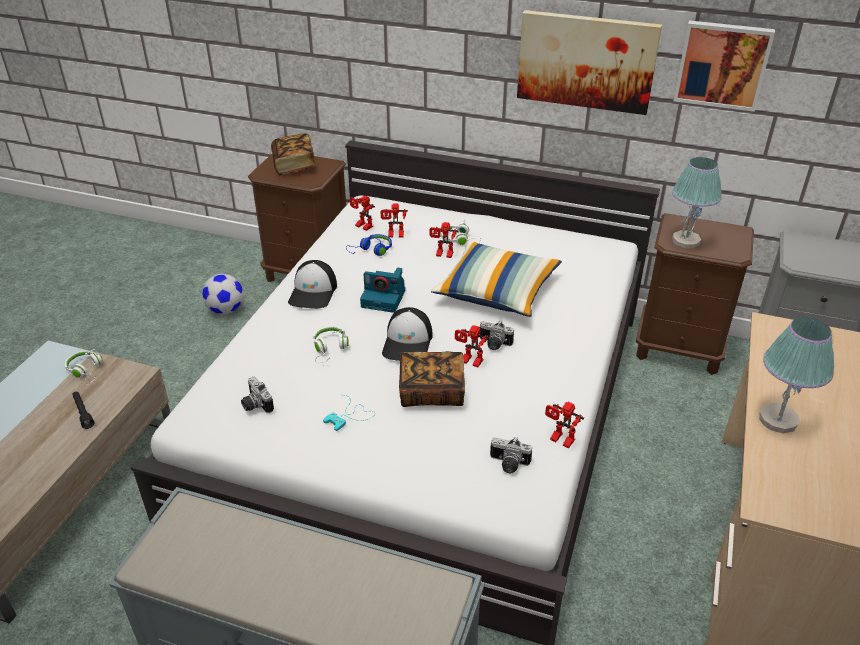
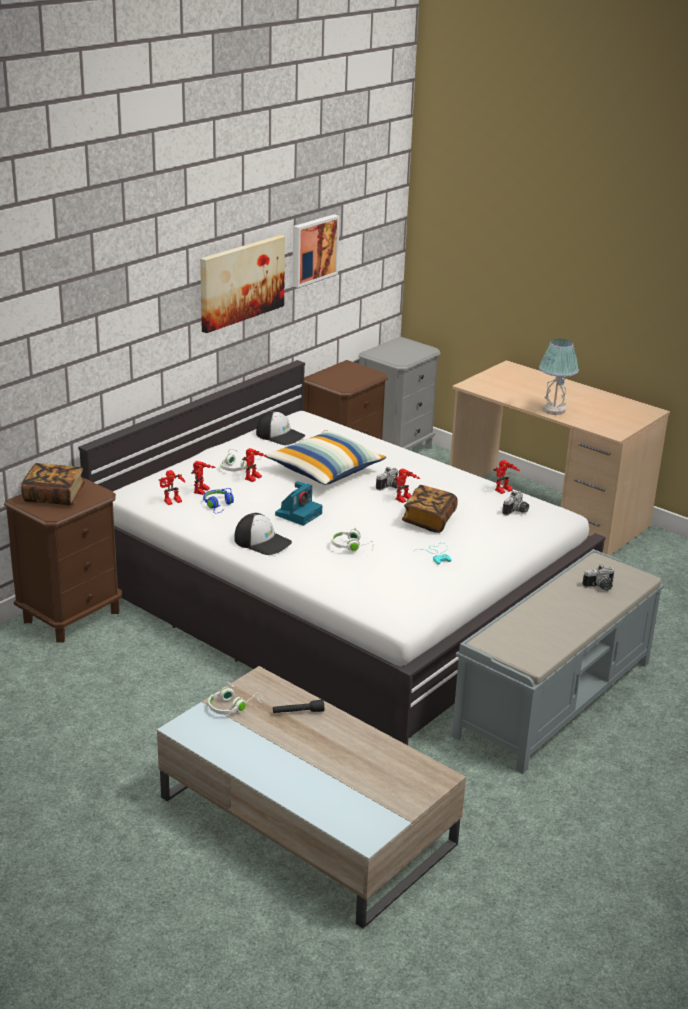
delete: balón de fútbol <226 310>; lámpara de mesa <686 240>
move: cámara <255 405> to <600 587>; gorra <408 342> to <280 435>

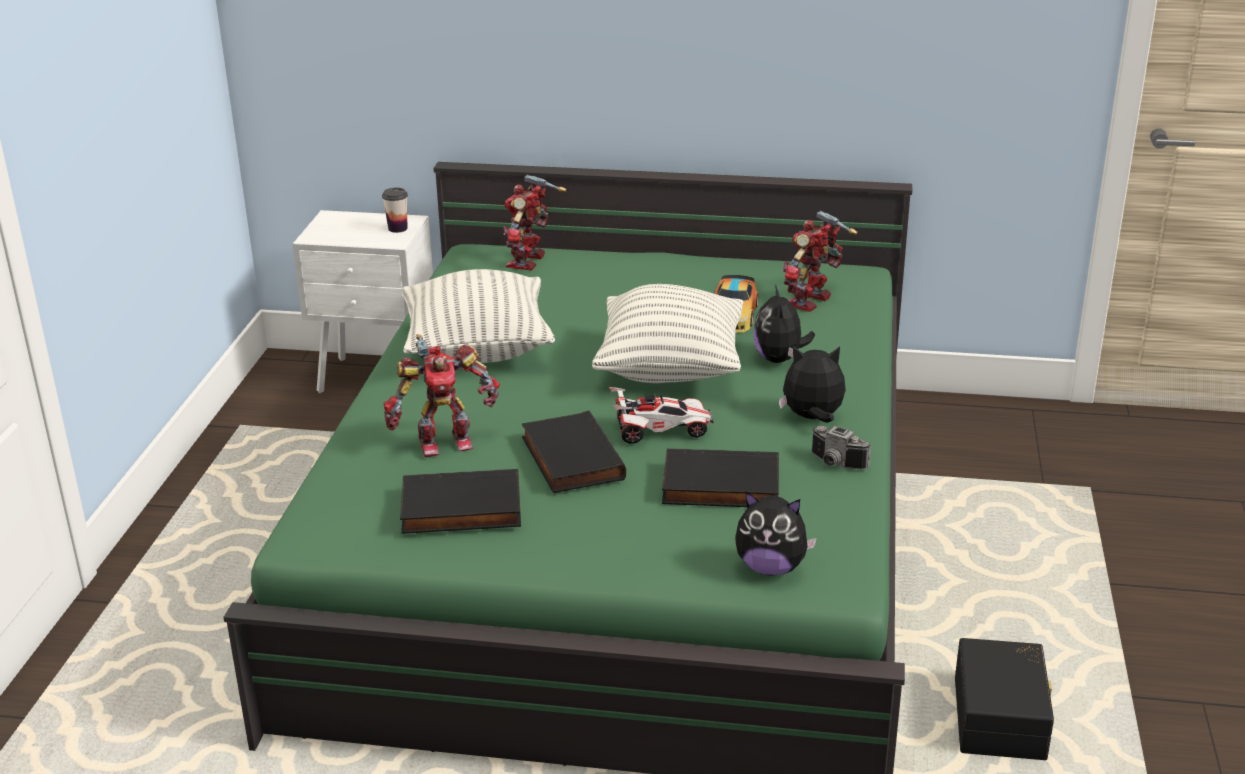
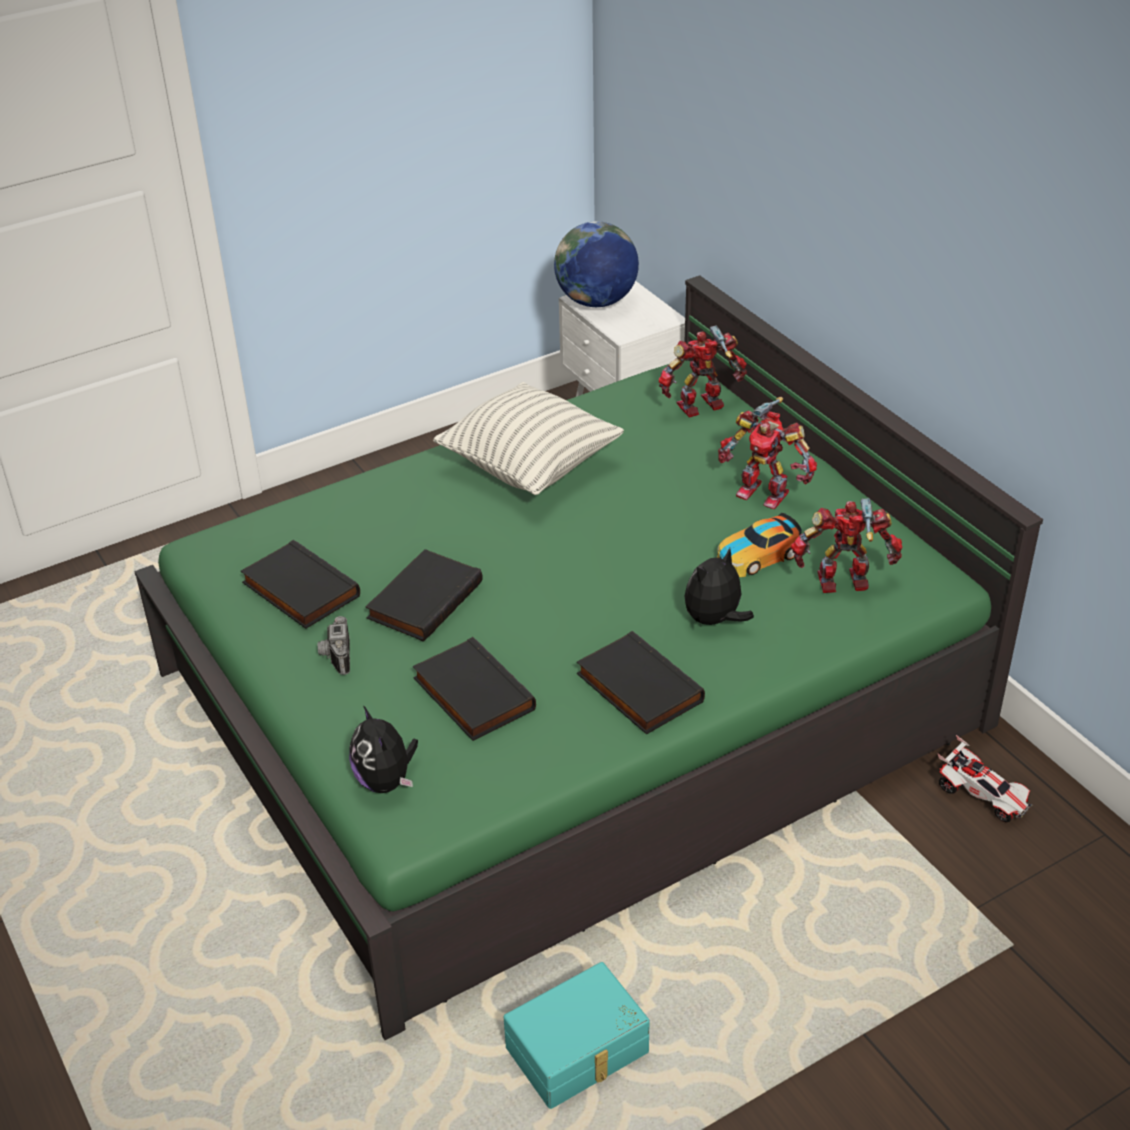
delete: taza <397 228>; cojín <670 369>
insert: globo terráqueo <596 301>
move: robot de juguete <444 441> to <764 492>; coche de juguete <661 431> to <982 795>; cámara <835 464> to <334 656>
replace: peluche <812 418> to libro [negro] <636 688>
recolor: caja de almacenaje [negro] <1002 718> to caja de almacenaje [turquesa] <579 1052>

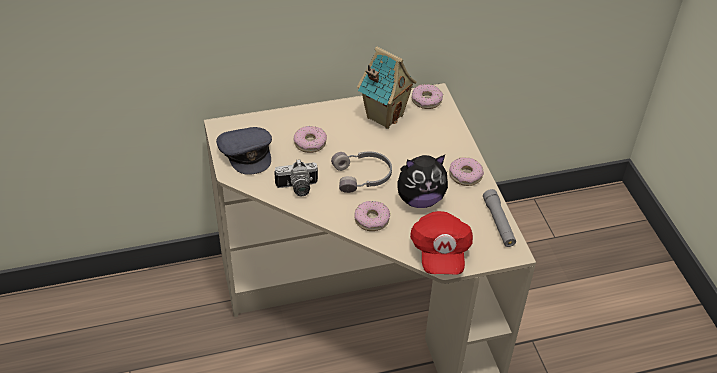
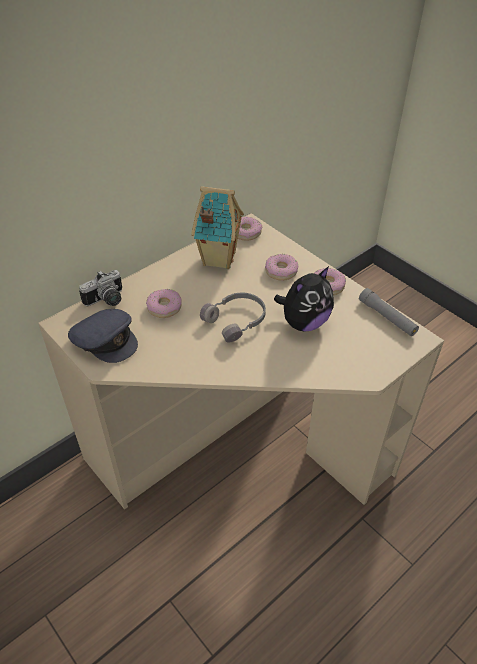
delete: gorra [rojo] <440 253>
move: cámara <297 188> to <107 300>; rosquilla <371 219> to <281 271>

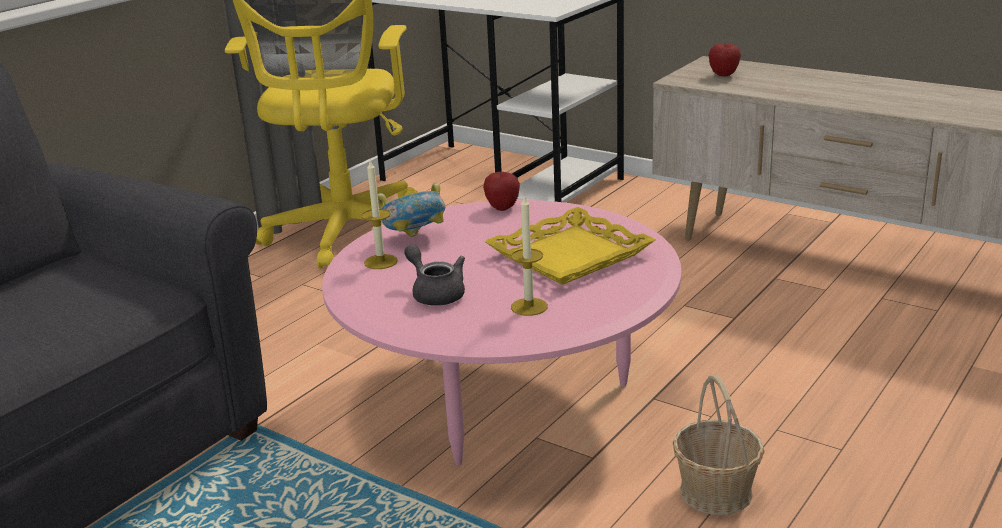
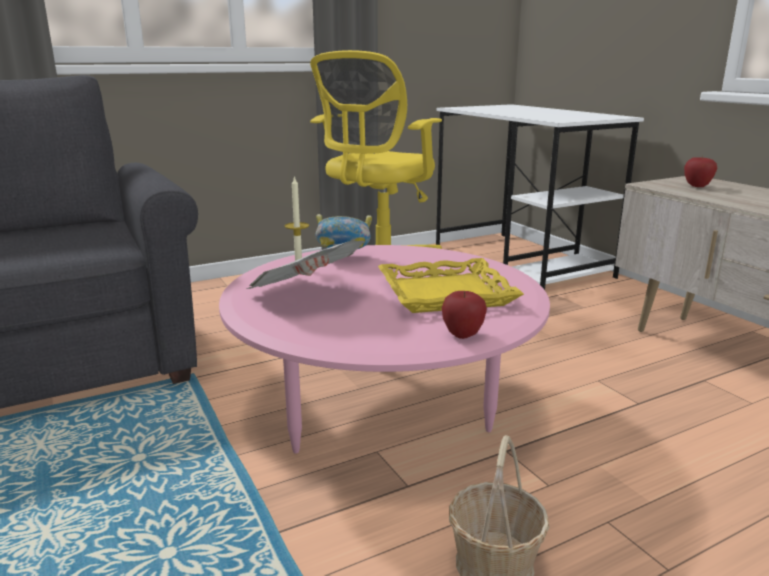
delete: vela <529 307>
move: manzana <502 208> to <462 335>
replace: tetera [gris] <435 293> to periódico <306 296>

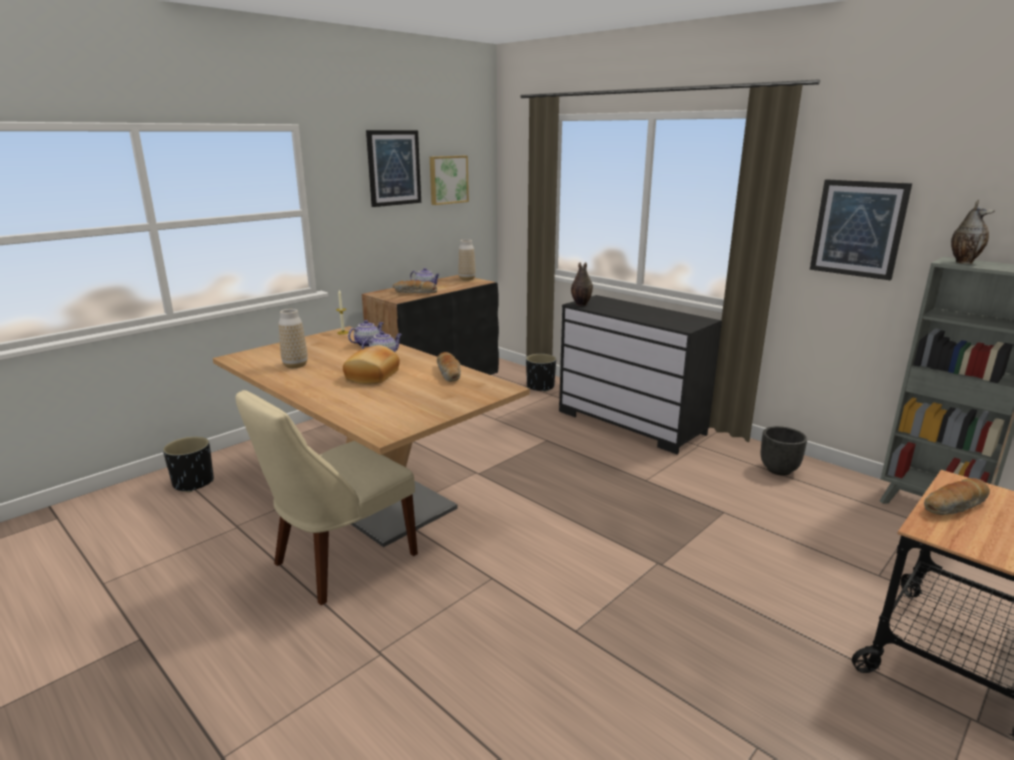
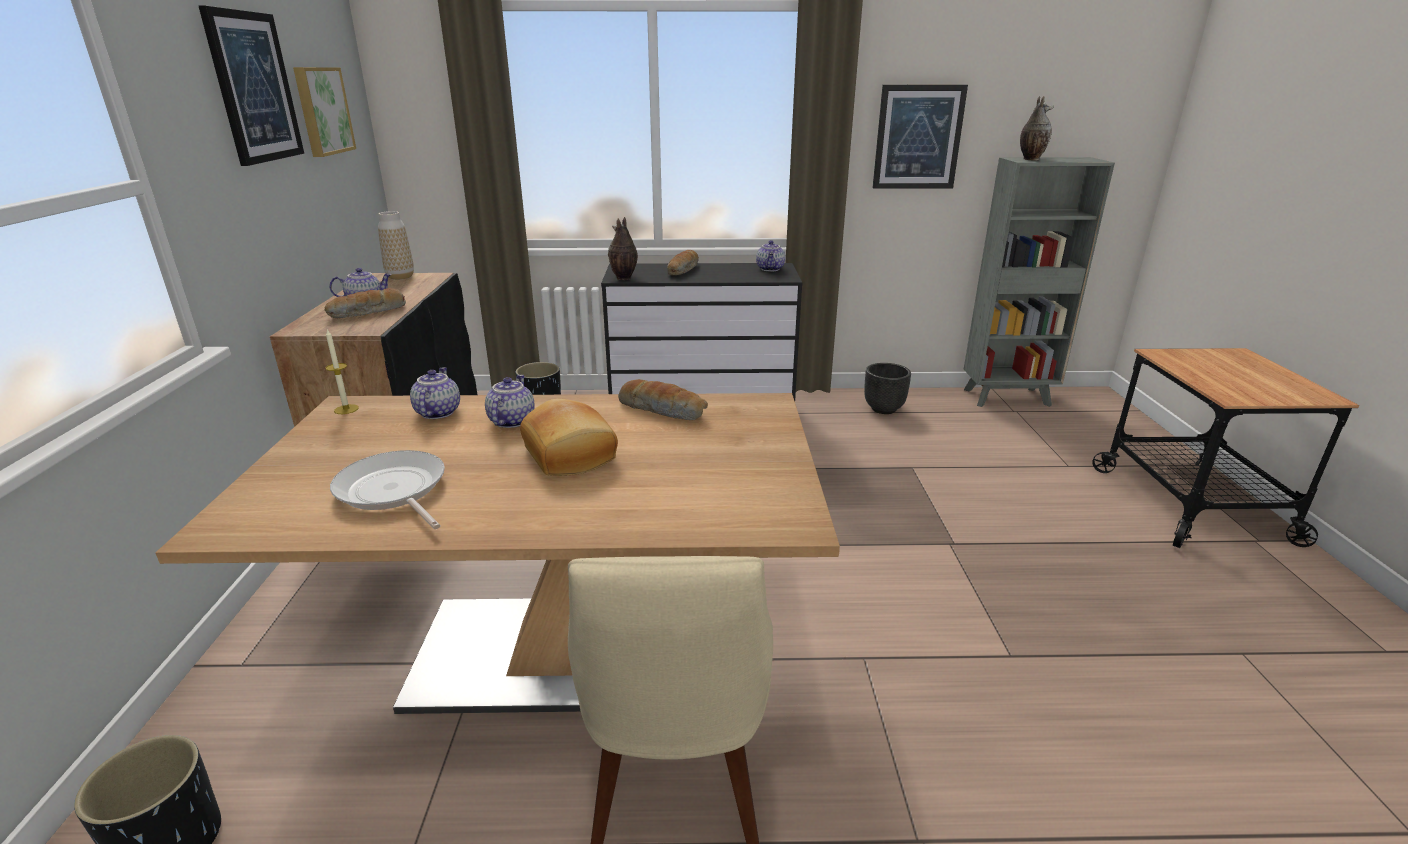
insert: tetera <771 269>
move: pan <955 506> to <683 270>
replace: florero <295 365> to sartén <393 491>

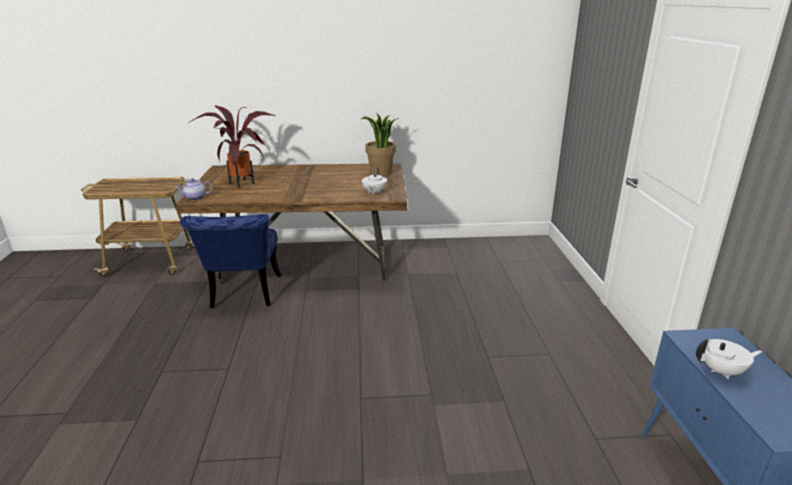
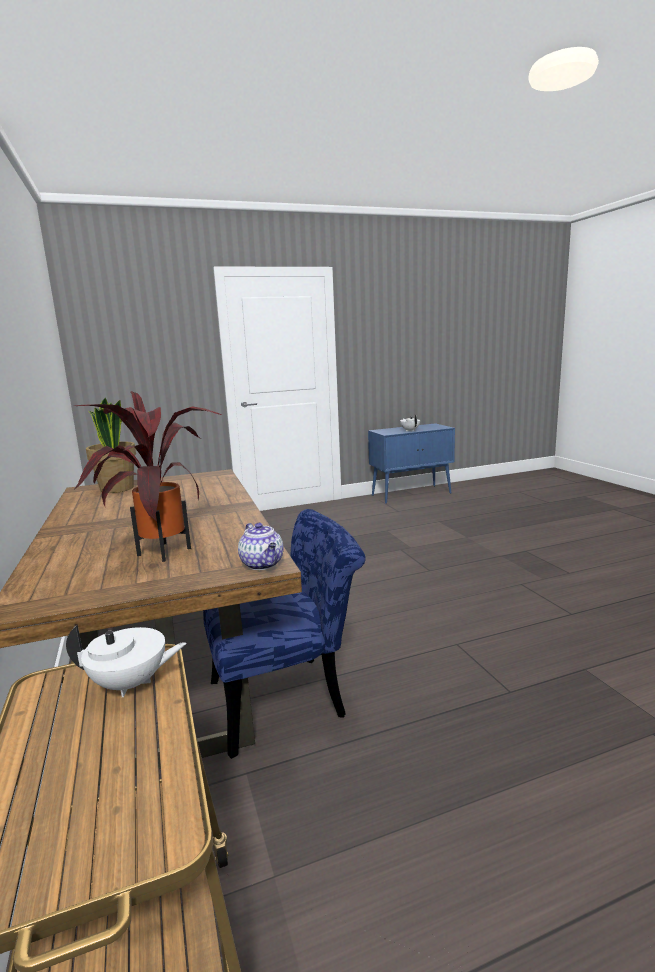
move: tetera [blanco] <374 192> to <131 684>

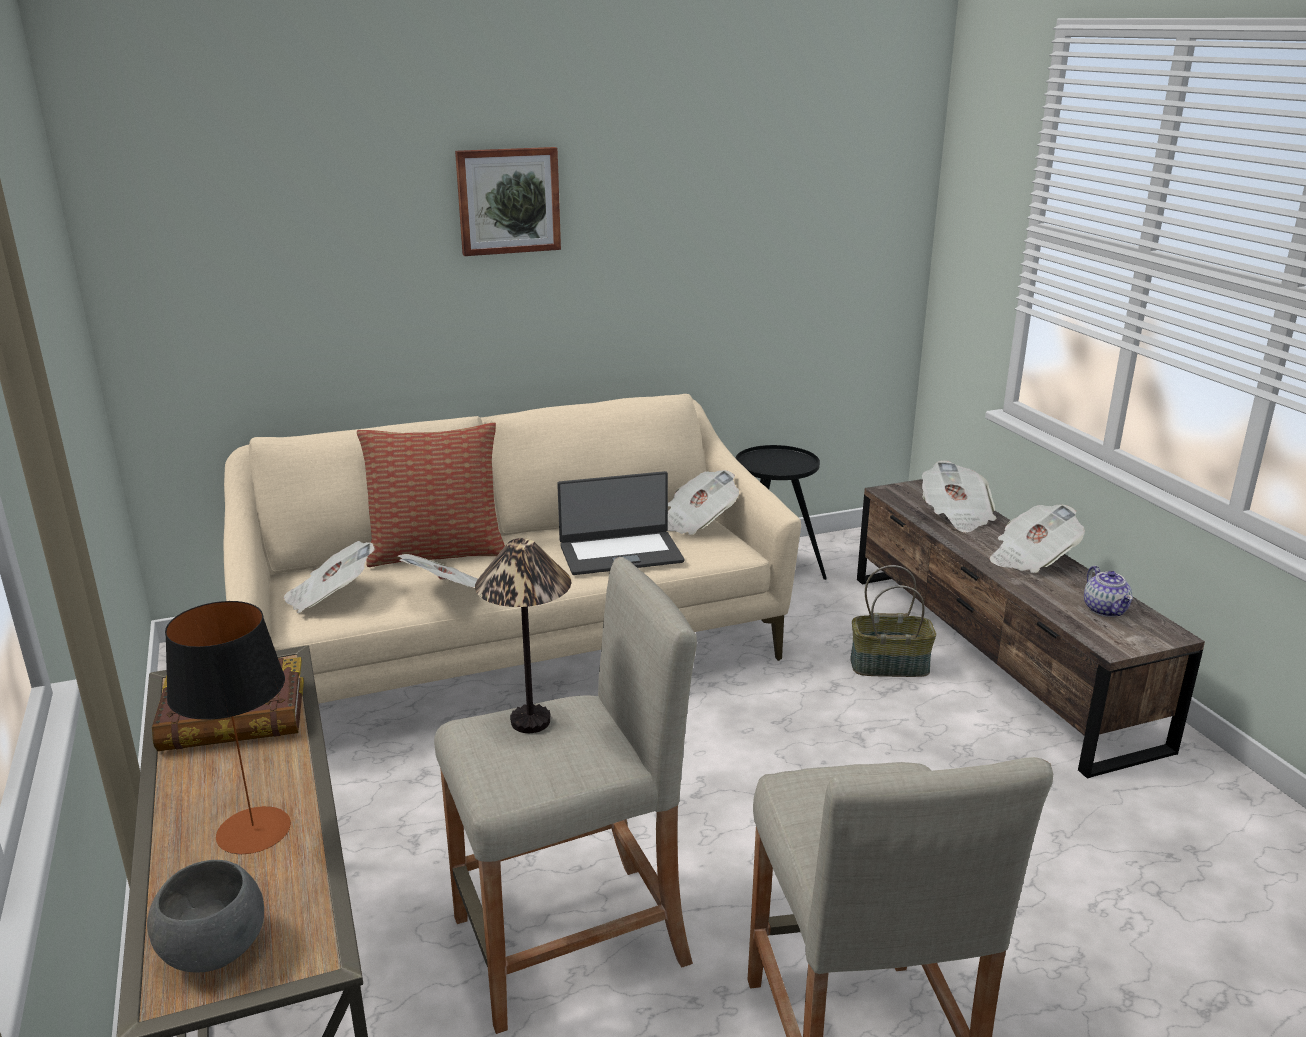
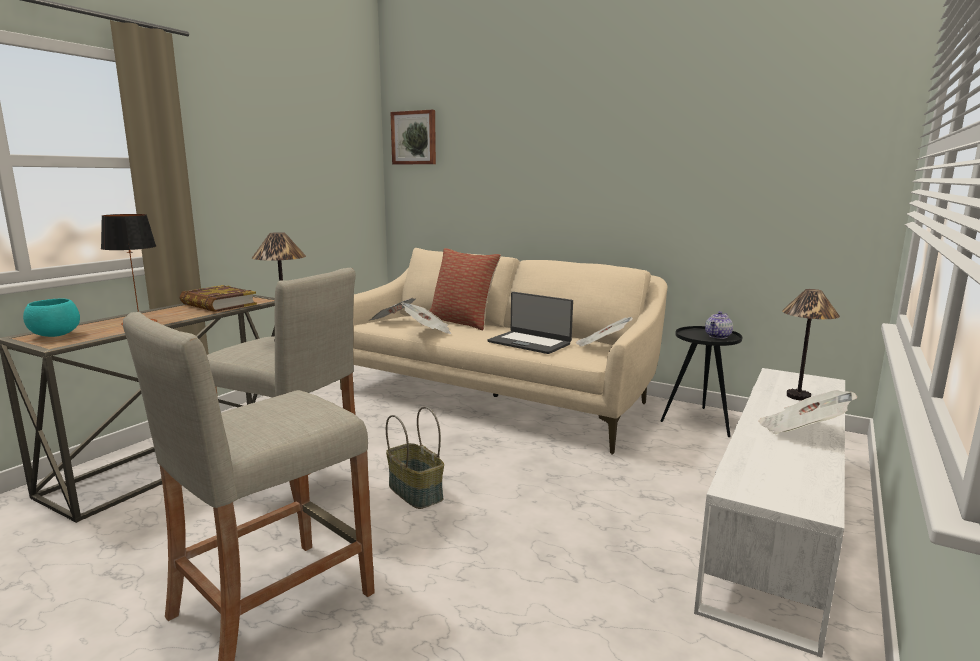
move: cuadro <508 200> to <414 138>; cesta <890 665> to <416 492>; tetera <1105 610> to <718 336>
replace: periódico <956 516> to lámpara de mesa <798 397>
recolor: cuenco [gris] <213 951> to cuenco [turquesa] <55 335>; mueble de televisión [marrón] <996 656> to mueble de televisión [blanco] <776 522>

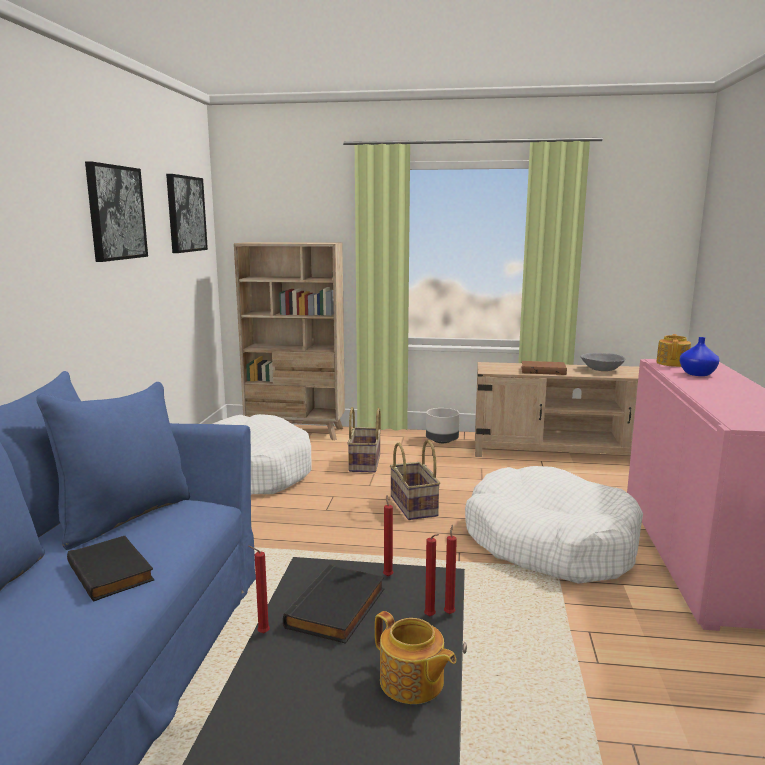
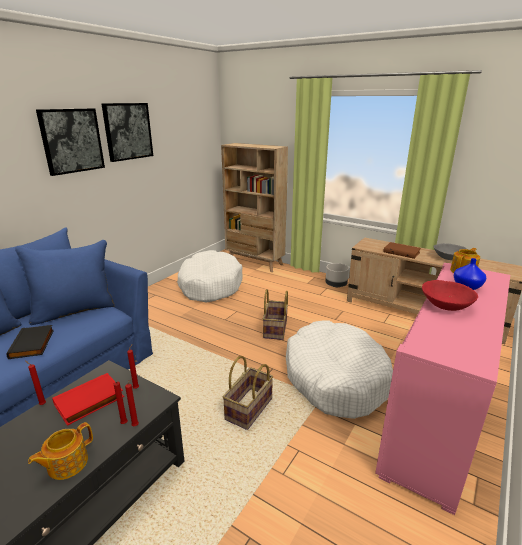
insert: cuenco [rojo] <445 305>
move: cuadro <185 214> to <72 141>; cesta <365 463> to <249 409>
recolor: libro [negro] <338 609> to libro [rojo] <89 402>
rotate: tetera <412 683> = <66 463> 60 degrees clockwise

